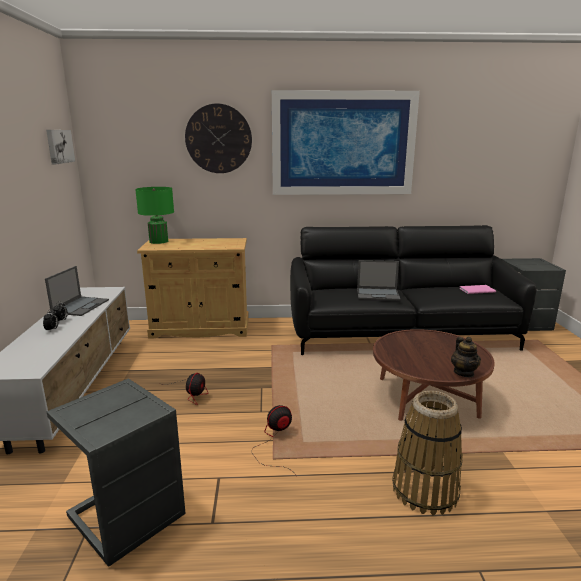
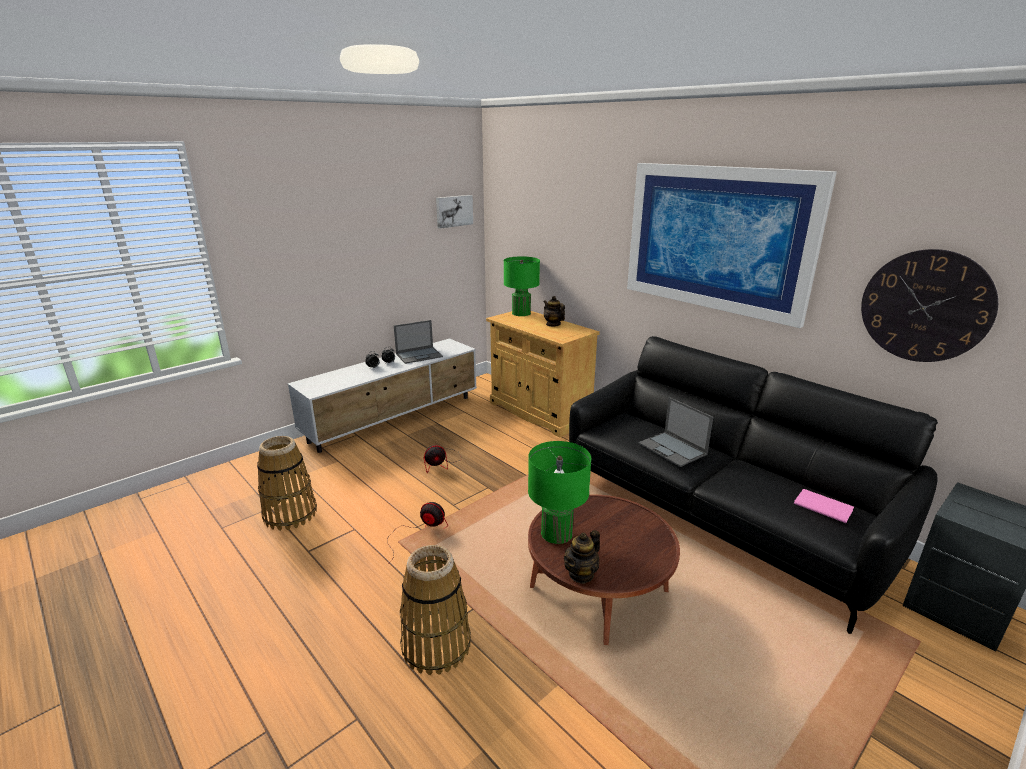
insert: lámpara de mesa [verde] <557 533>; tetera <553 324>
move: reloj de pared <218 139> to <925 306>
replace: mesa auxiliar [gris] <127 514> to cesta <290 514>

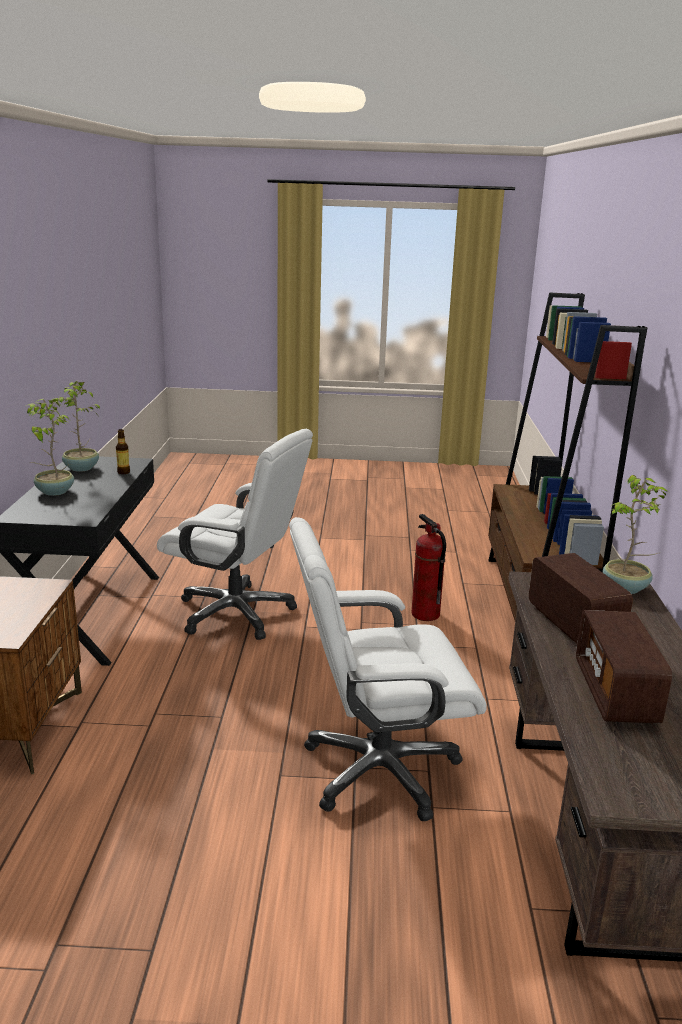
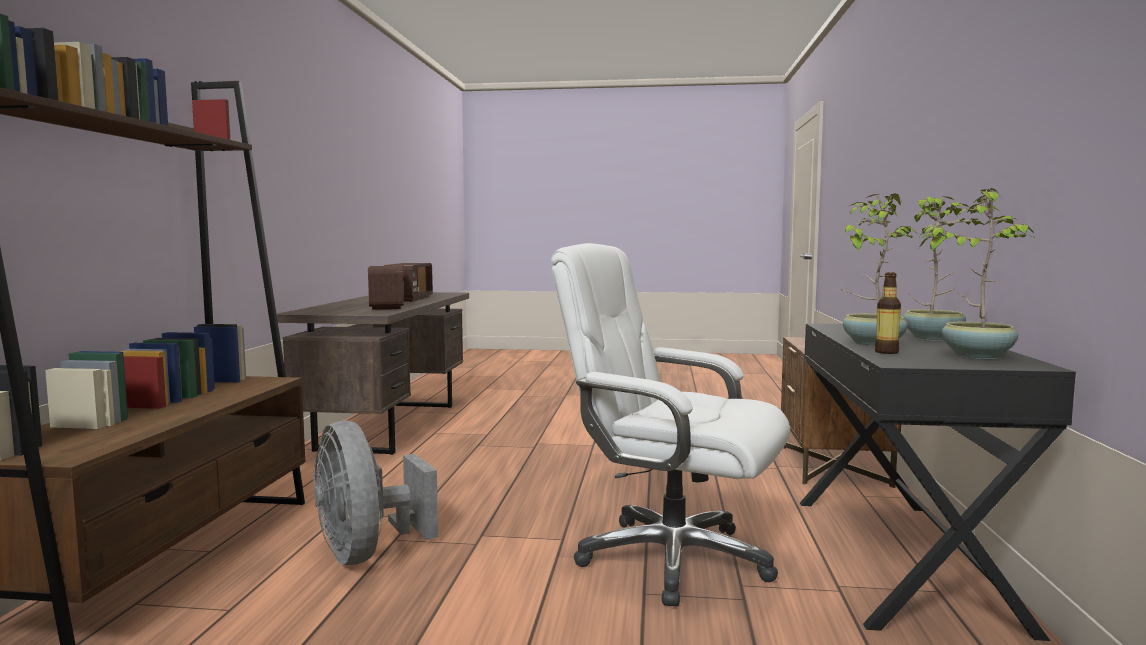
delete: silla de oficina [blanco] <378 770>
move: planta en maceta <626 588> to <871 343>
replace: extintor <425 614> to ventilador [gris] <366 553>

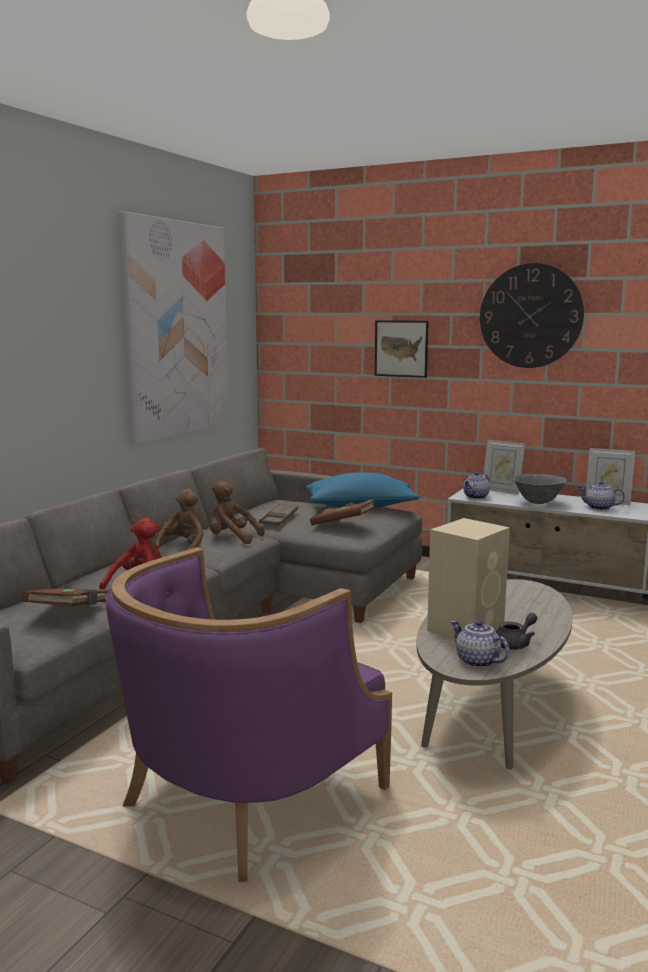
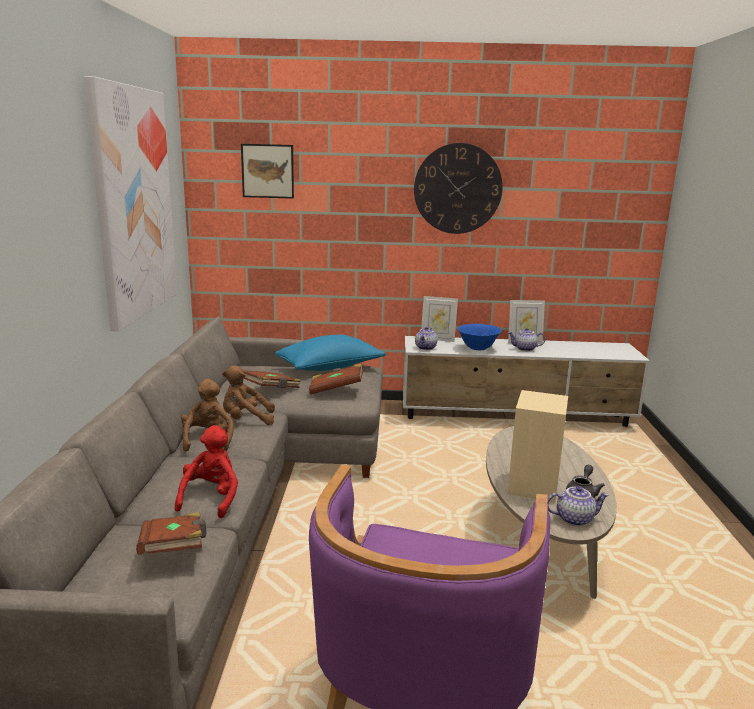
move: cuadro <401 348> to <267 171>
replace: bandeja [marrón] <279 518> to libro [marrón] <271 390>
recolor: cuenco [gris] <538 503> to cuenco [azul] <478 349>
rotate: tetera <476 661> = <574 518> 150 degrees clockwise

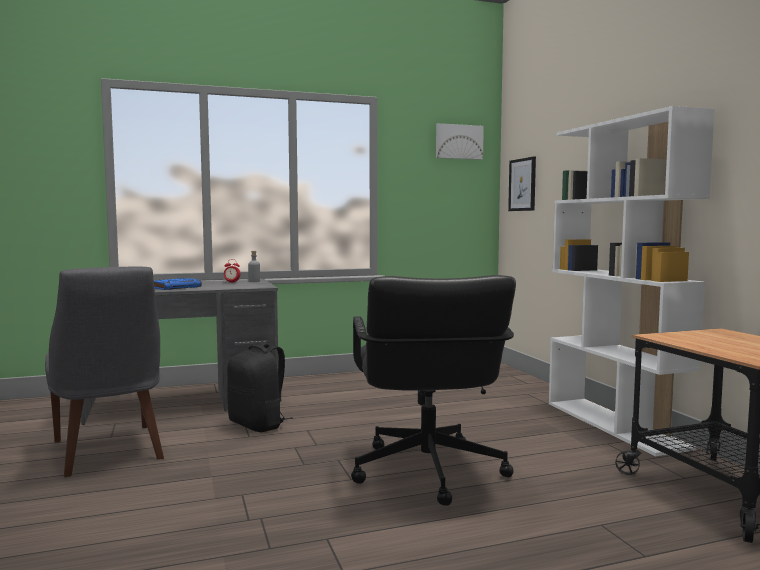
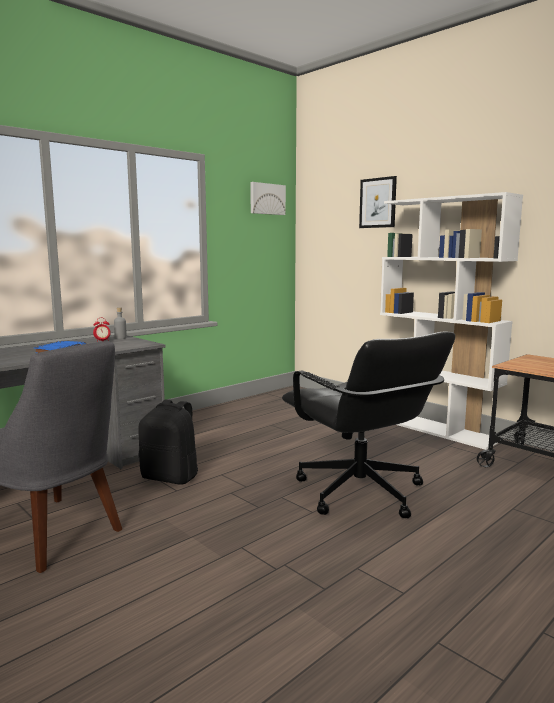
move: cuadro <522 184> to <378 203>

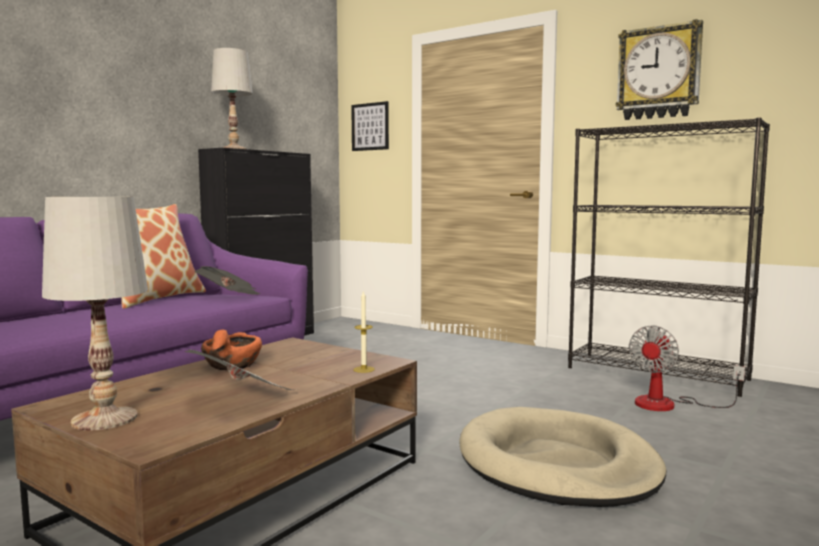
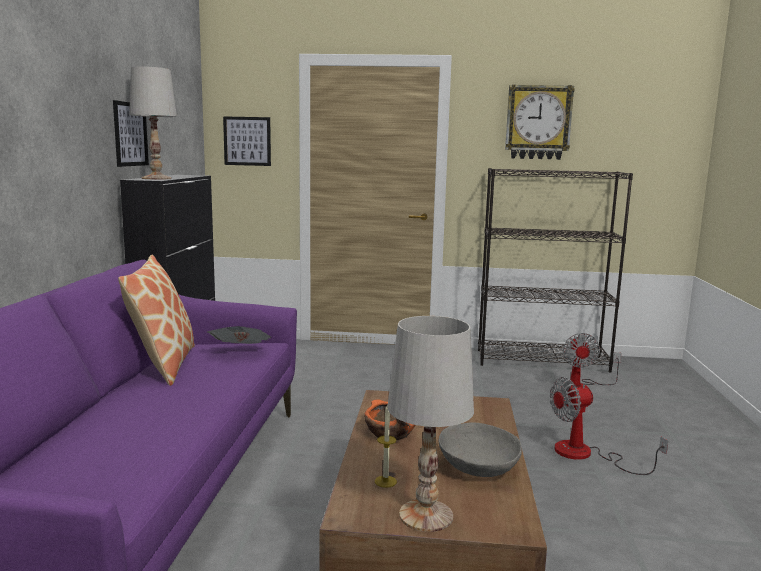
insert: cuadro <130 134>
move: vela <364 369> to <385 481>
replace: periódico <243 399> to cuenco [gris] <478 466>; cama para perro [beis] <557 464> to ventilador <586 455>

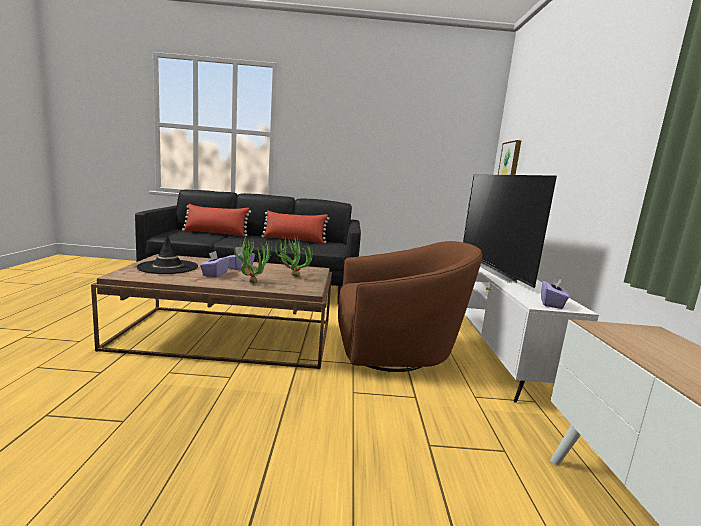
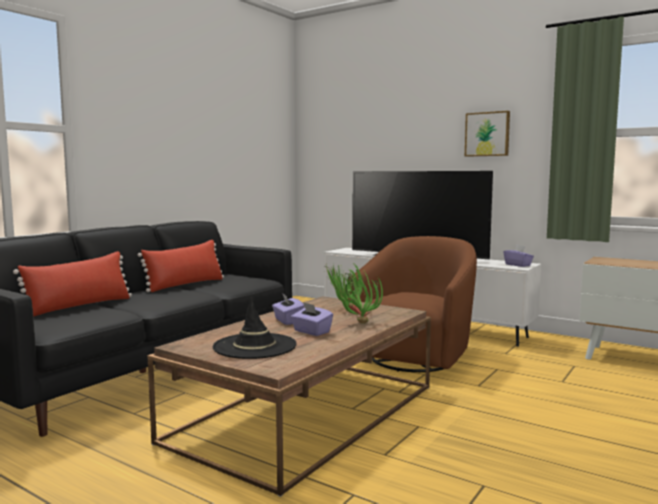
move: cuadro <510 160> to <487 134>

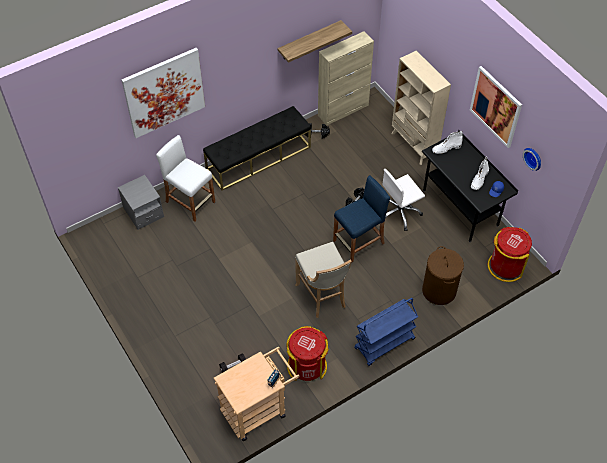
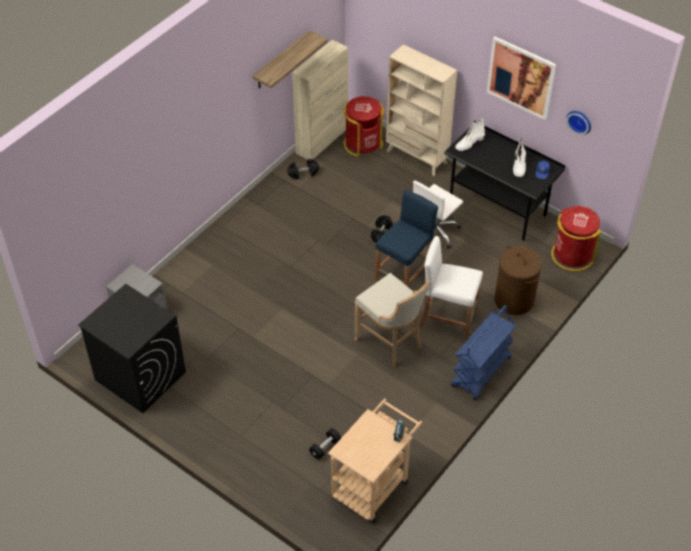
delete: cuadro <164 92>; banco [negro] <258 158>
insert: lavadora [negro] <139 376>
move: taburete [blanco] <190 202> to <448 317>; papelera [rojo] <307 366> to <362 143>

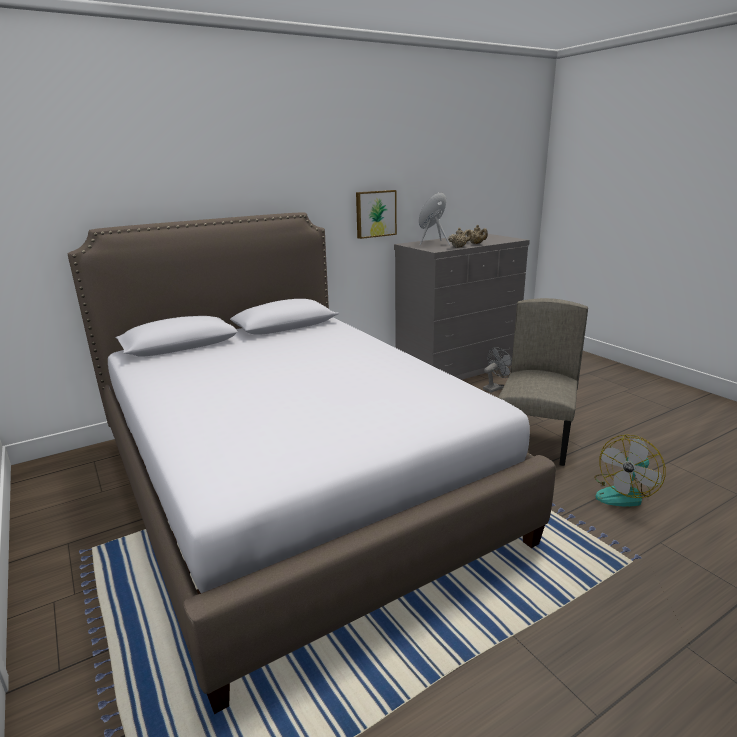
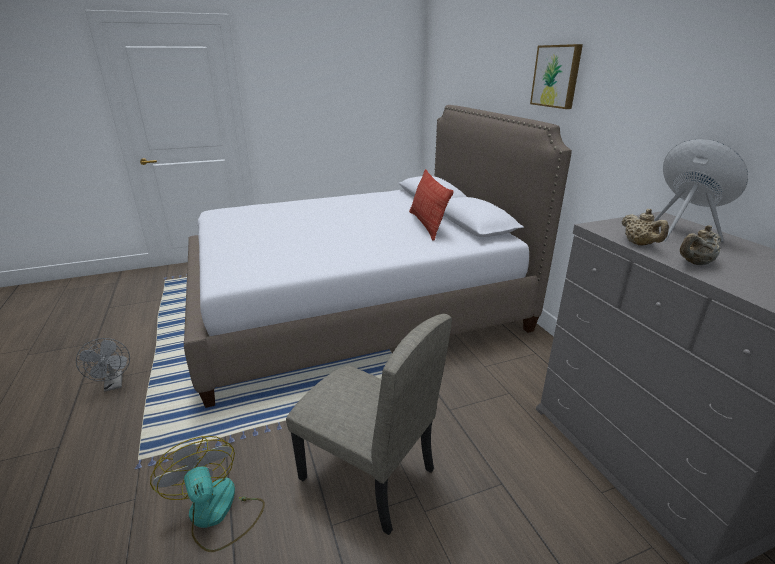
insert: cojín <427 225>
move: cuadro <375 213> to <557 76>; ventilador [gris] <495 387> to <114 385>

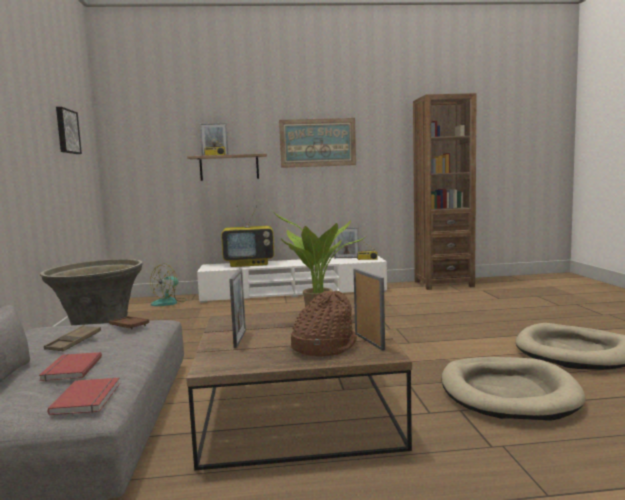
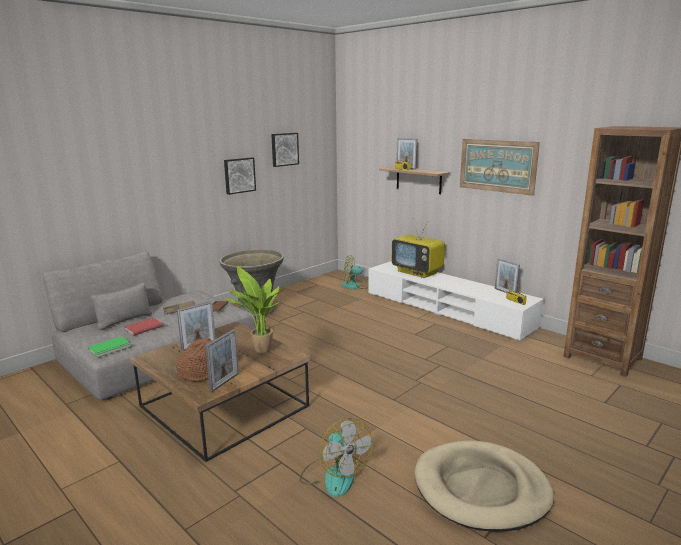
insert: cuadro <239 175>
replace: cama para perro [beis] <508 393> to ventilador <334 475>
recolor: libro [rojo] <89 398> to libro [verde] <110 348>

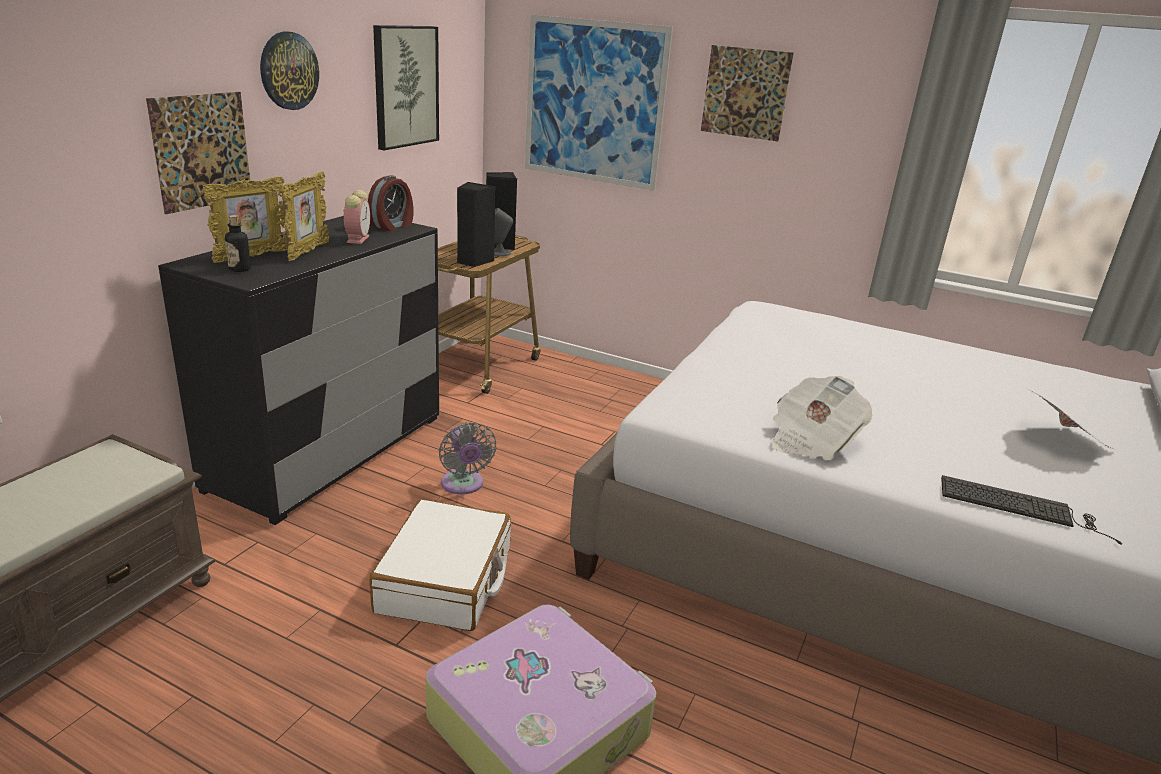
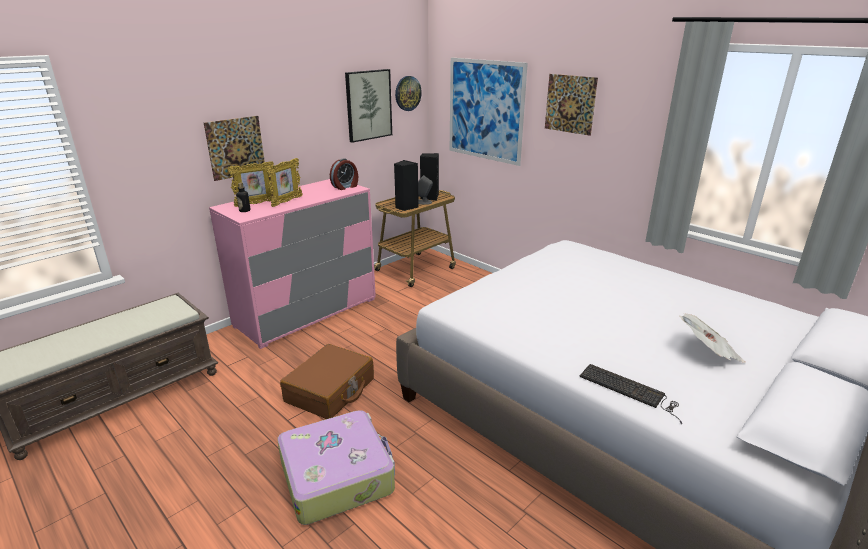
delete: despertador <357 239>; ventilador [gris] <463 485>; periódico <811 440>
move: reloj de pared <288 71> to <407 93>
recolor: cómoda [negro] <329 452> to cómoda [rosa] <307 312>; maleta [blanco] <446 580> to maleta [marrón] <330 391>

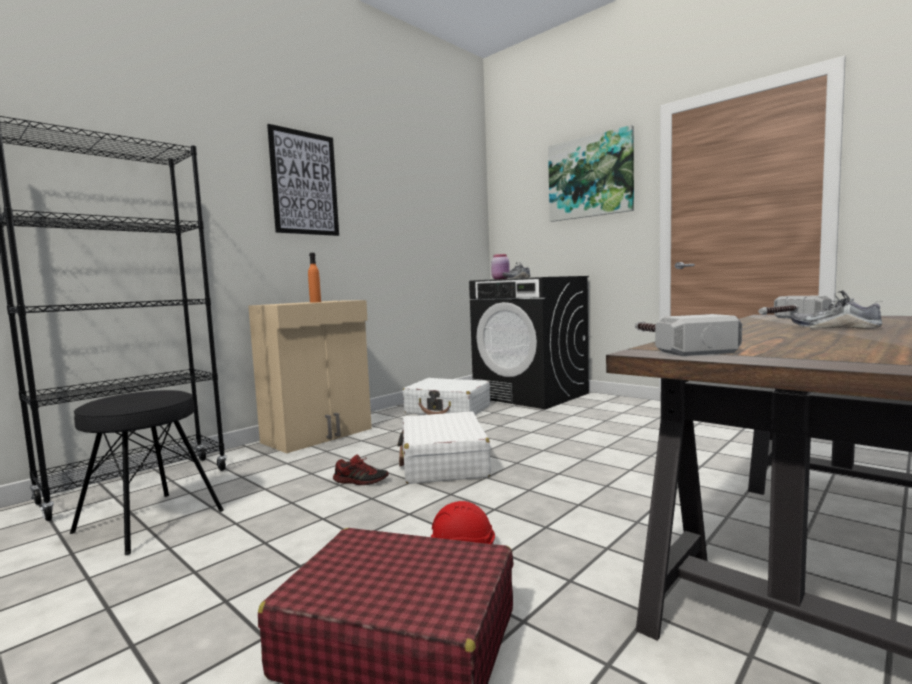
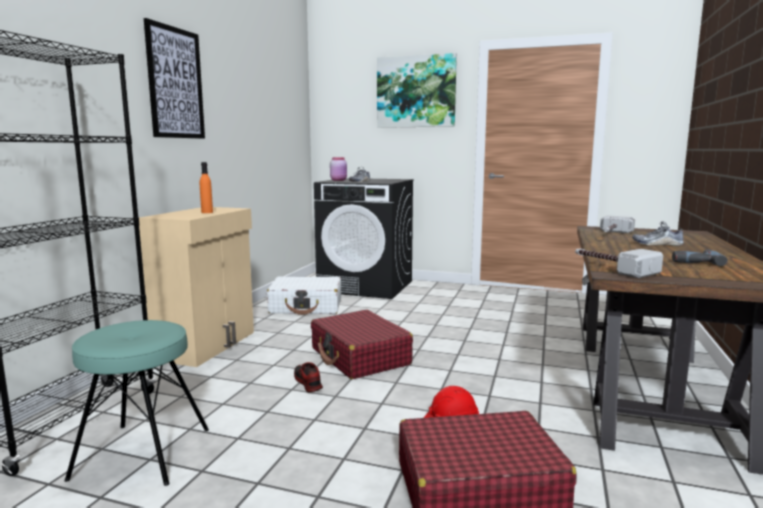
insert: taladro <694 261>
recolor: taburete [negro] <150 521> to taburete [turquesa] <143 453>; maleta [blanco] <443 462> to maleta [rojo] <360 357>
rotate: zapato <361 481> = <307 383> 105 degrees counterclockwise

